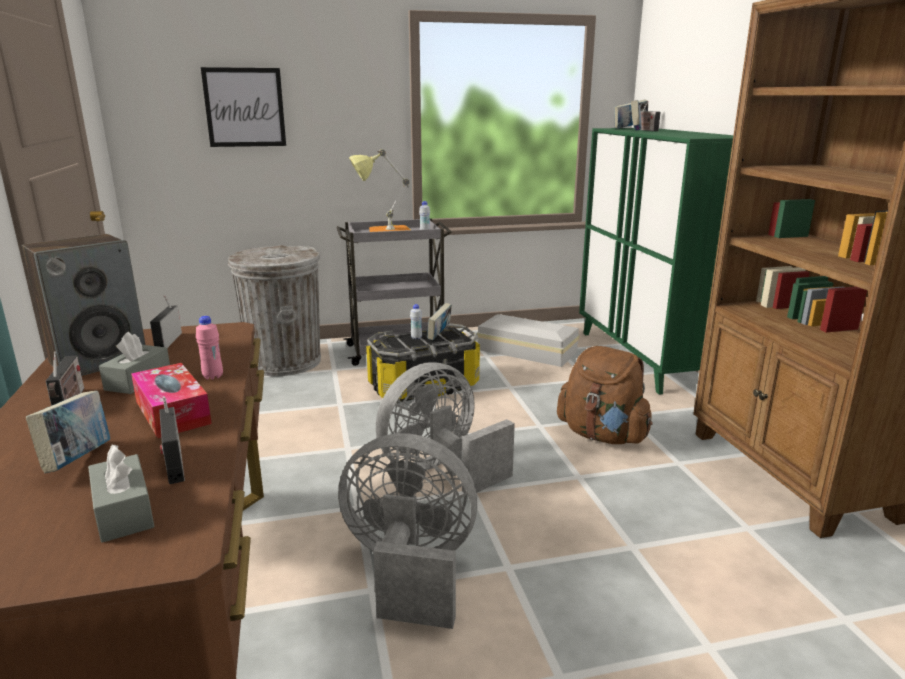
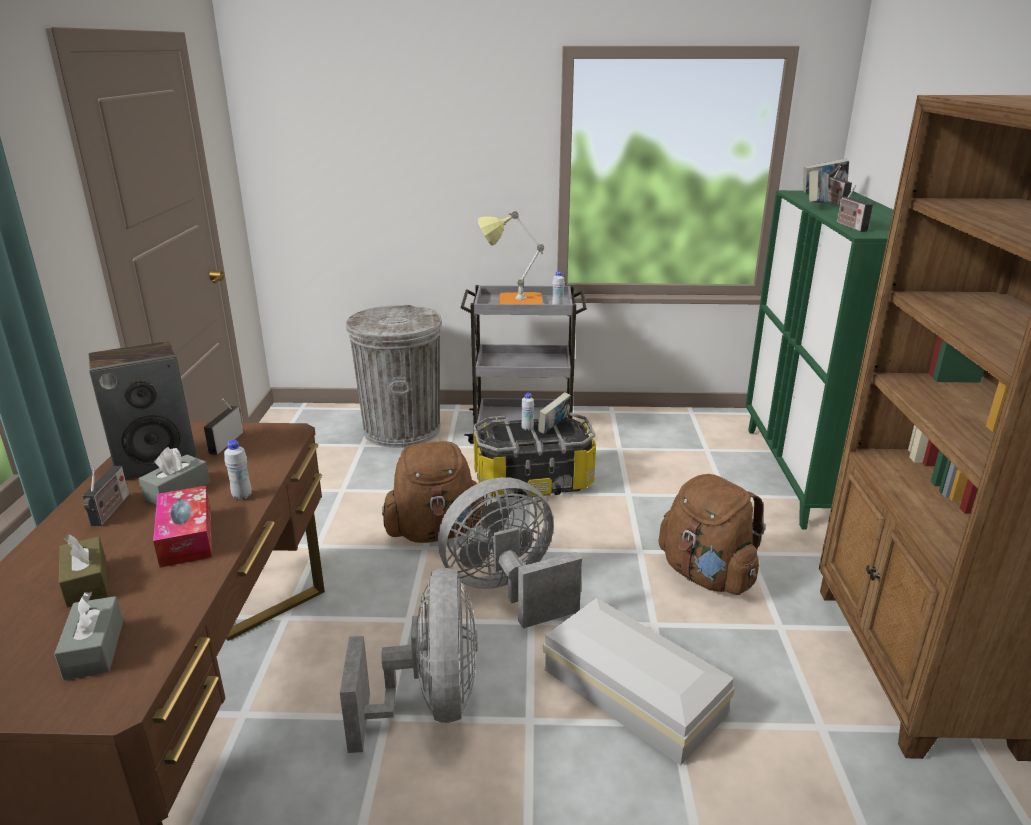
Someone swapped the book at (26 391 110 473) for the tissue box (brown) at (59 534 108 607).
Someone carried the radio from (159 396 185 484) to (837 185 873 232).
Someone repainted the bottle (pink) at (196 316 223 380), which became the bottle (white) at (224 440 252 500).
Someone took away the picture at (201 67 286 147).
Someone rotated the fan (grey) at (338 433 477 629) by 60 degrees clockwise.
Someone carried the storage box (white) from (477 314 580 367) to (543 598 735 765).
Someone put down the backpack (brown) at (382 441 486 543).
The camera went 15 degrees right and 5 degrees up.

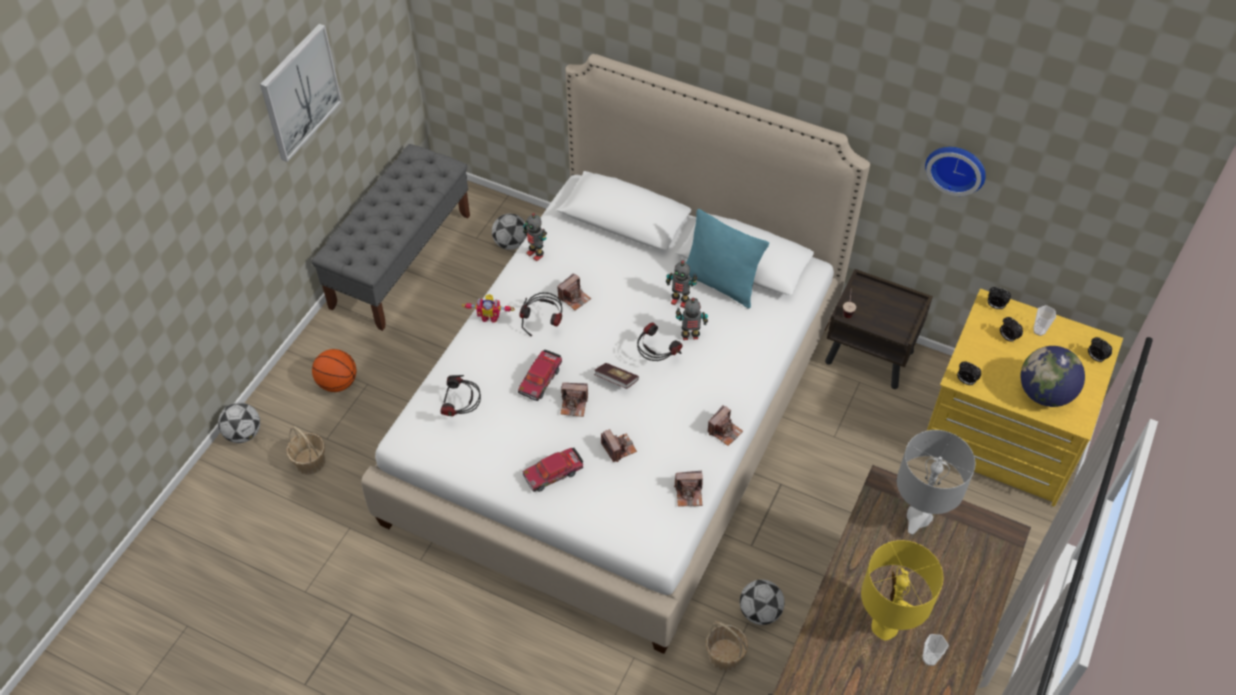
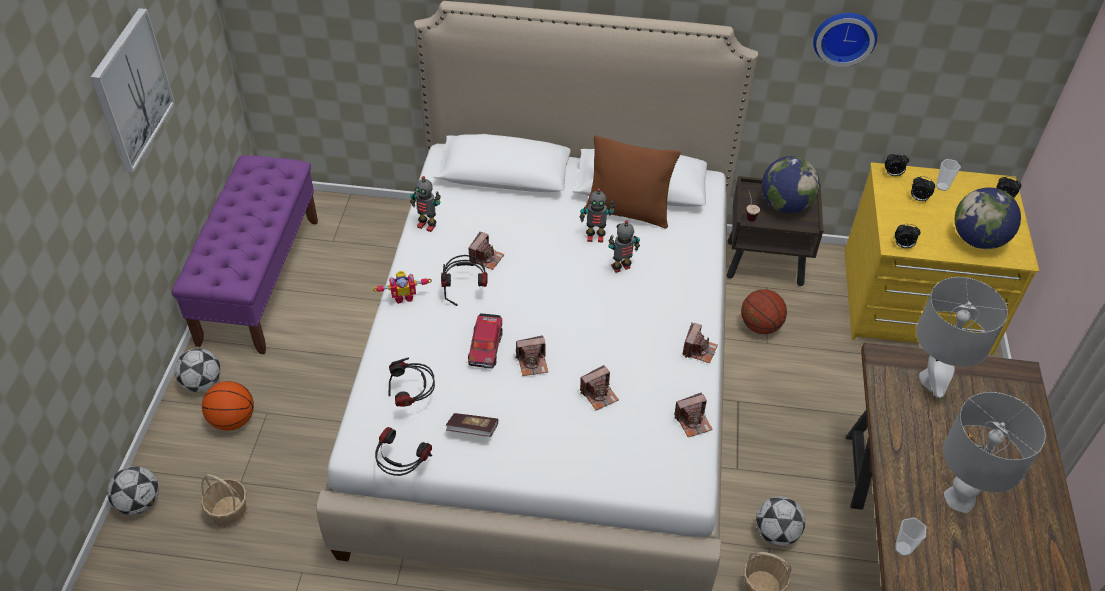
Someone repainted the bench (grey) at (311 144 470 331), which became the bench (purple) at (171 155 318 354).
Someone carried the football from (492 214 527 250) to (174 348 221 392).
Someone took away the toy car at (523 448 583 492).
Someone carried the book from (594 363 639 389) to (446 413 498 437).
Someone rotated the photo camera at (601 429 637 462) by 105 degrees clockwise.
Someone carried the headphones from (637 323 682 361) to (375 427 432 476).
Someone repainted the pillow (turquoise) at (686 209 769 309), which became the pillow (brown) at (585 135 680 228).
Someone repainted the table lamp (yellow) at (861 540 943 640), which became the table lamp (grey) at (943 392 1046 513).
Someone carried the cup from (922 634 949 666) to (895 517 926 556).
Someone put down the basketball at (741 289 787 334).
Someone put down the globe at (762 156 820 213).
The camera went 20 degrees left and 5 degrees down.

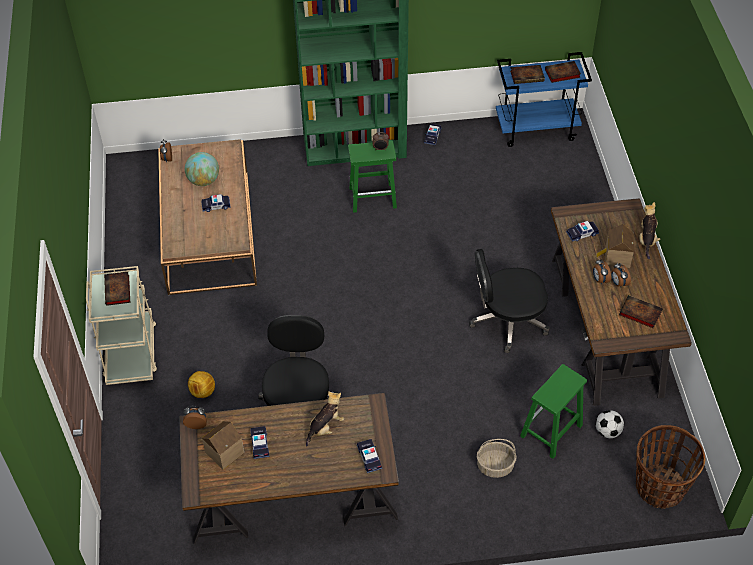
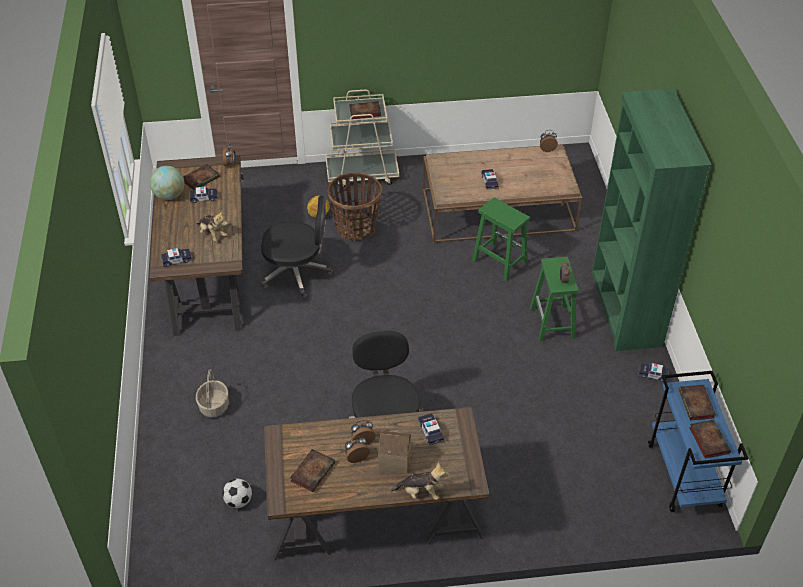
Someone carried the globe from (185 152 219 186) to (150 166 184 200).
Someone swapped the toy house at (202 421 244 470) for the book at (183 164 220 190).
Someone carried the stool (green) from (520 364 587 459) to (472 197 530 281).
Someone carried the basket from (636 425 705 509) to (328 172 382 241).
The camera went 90 degrees right and 5 degrees down.

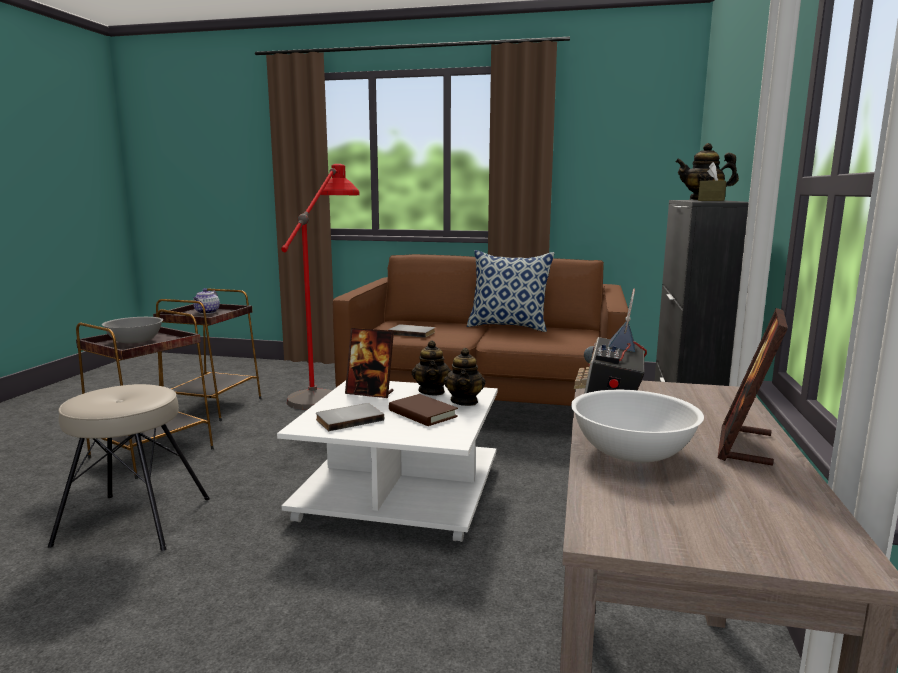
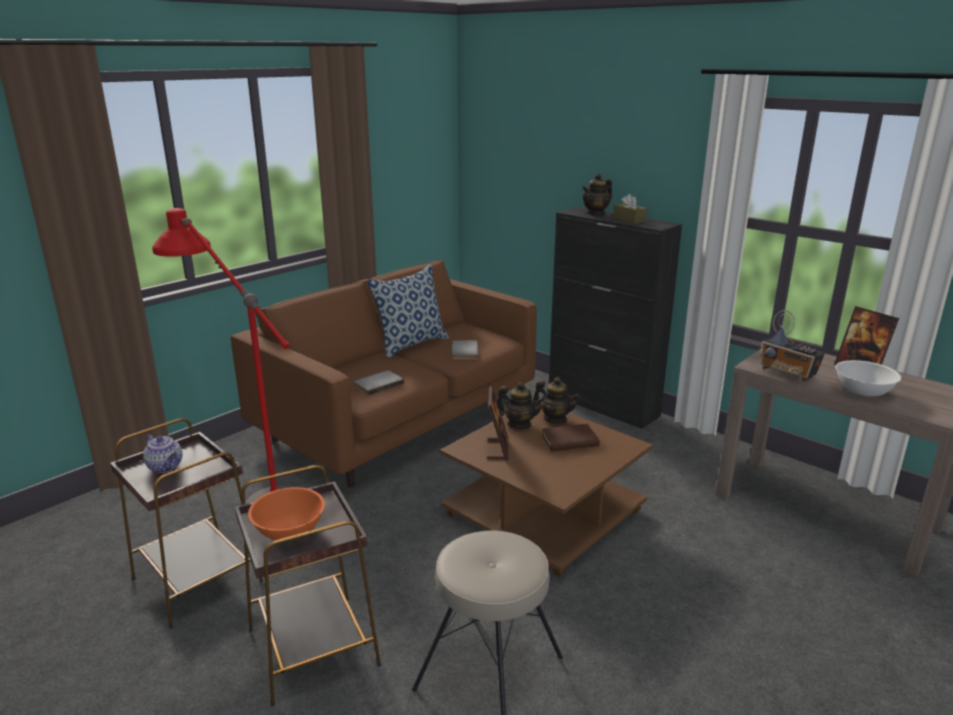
Someone repainted the bowl (grey) at (102 317 163 344), which became the bowl (orange) at (248 487 325 540).
Someone repainted the coffee table (white) at (277 380 498 542), which became the coffee table (brown) at (440 400 653 577).
Someone carried the book (grey) from (316 403 384 431) to (452 340 478 360).
Someone rotated the picture frame at (345 328 394 398) by 45 degrees counterclockwise.
The camera went 60 degrees left and 10 degrees up.

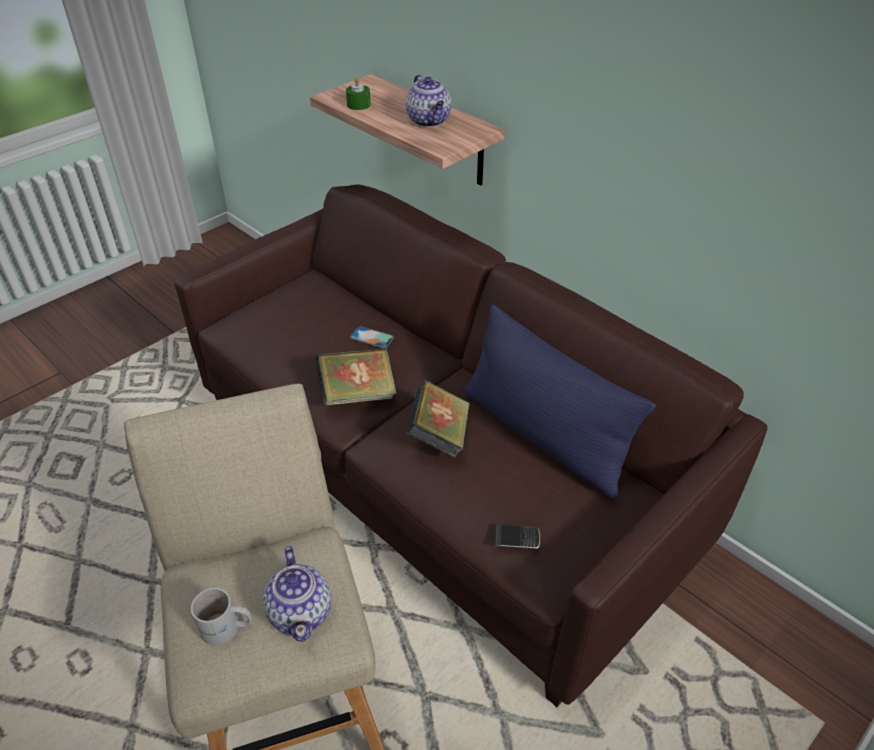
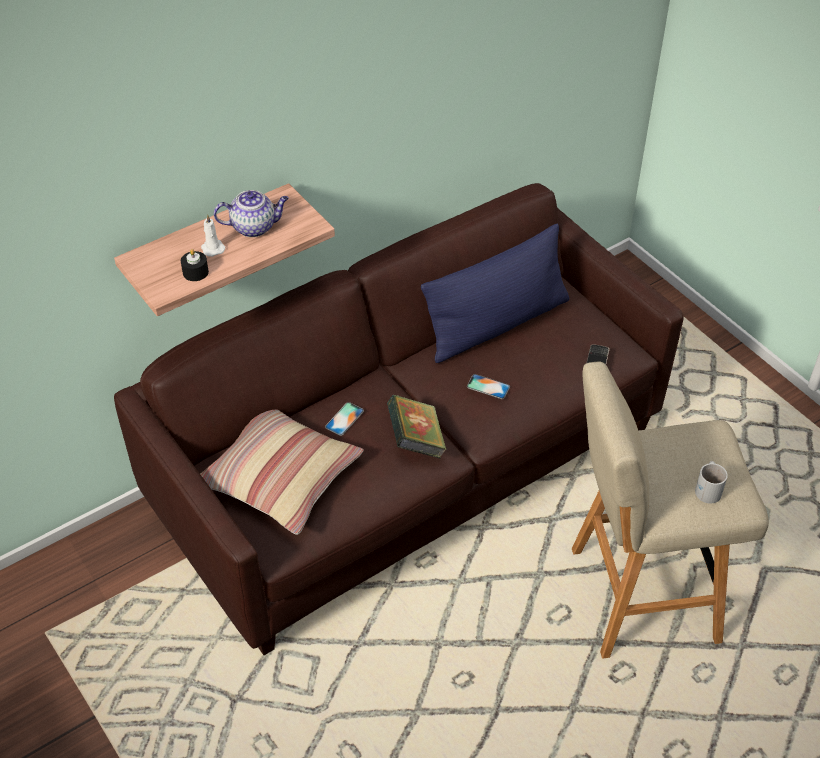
Someone took away the teapot at (263 546 331 642).
Someone repainted the candle (green) at (346 77 371 110), which became the candle (black) at (181 249 209 281).
Someone swapped the book at (406 380 469 458) for the phone at (467 374 510 399).
Someone put down the pillow at (200 410 364 535).
Someone put down the candle (white) at (201 214 225 257).
The camera went 80 degrees left and 5 degrees up.

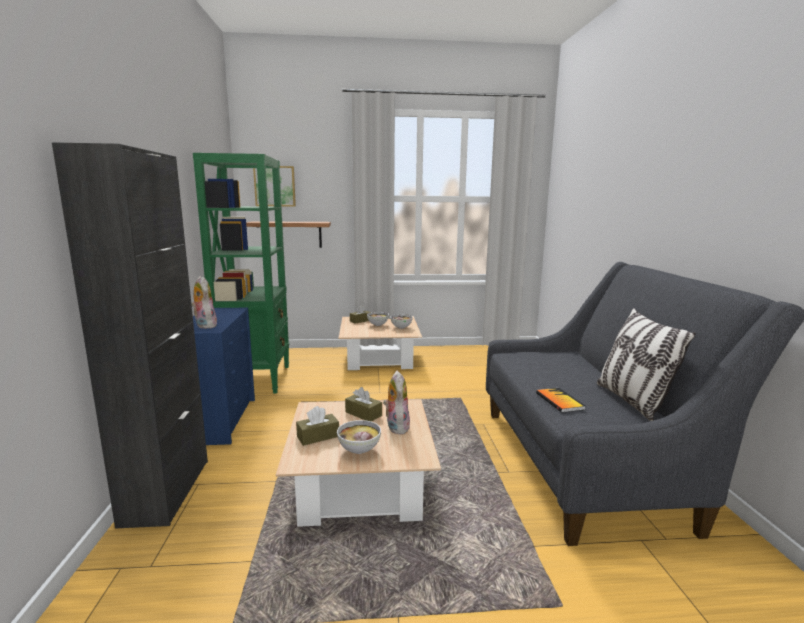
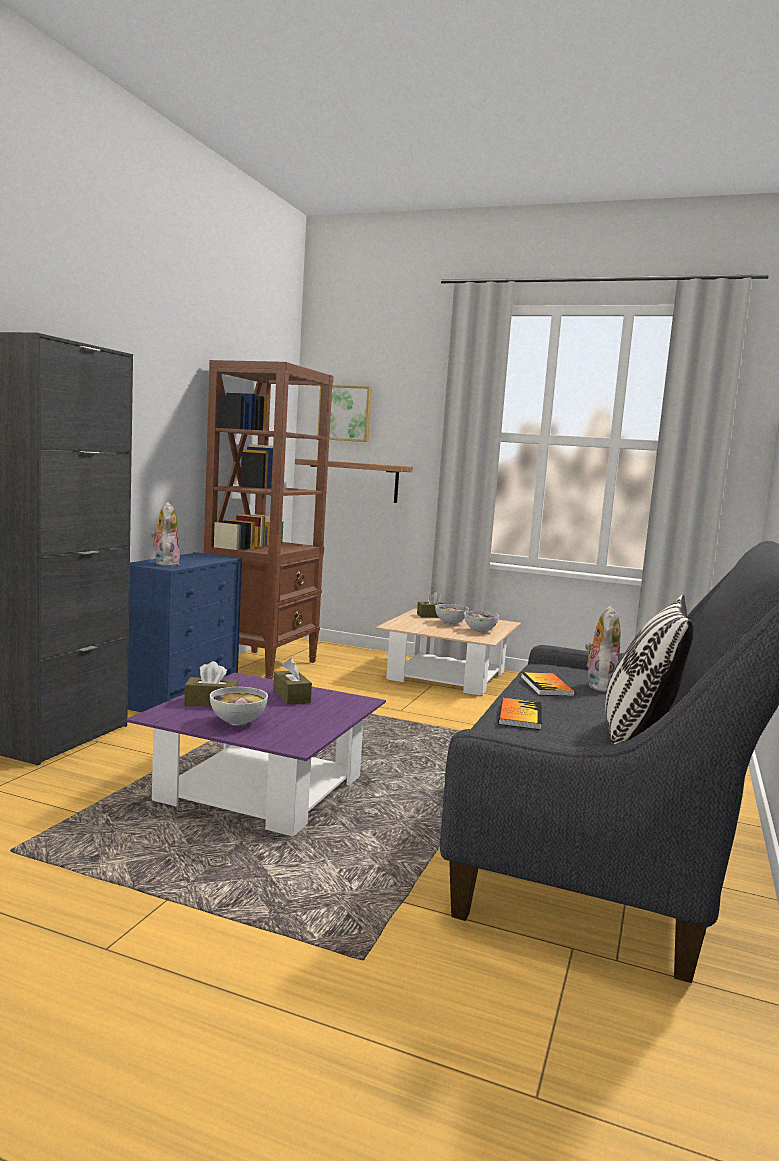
Someone repainted the bookcase (green) at (193 153 289 394), which became the bookcase (brown) at (204 360 334 679).
Someone repainted the coffee table (beige) at (276 399 441 527), which became the coffee table (purple) at (126 673 386 836).
Someone carried the plush toy from (383 371 410 434) to (585 606 621 692).
Someone put down the book at (521 672 575 696).
The camera went 25 degrees right and 5 degrees down.

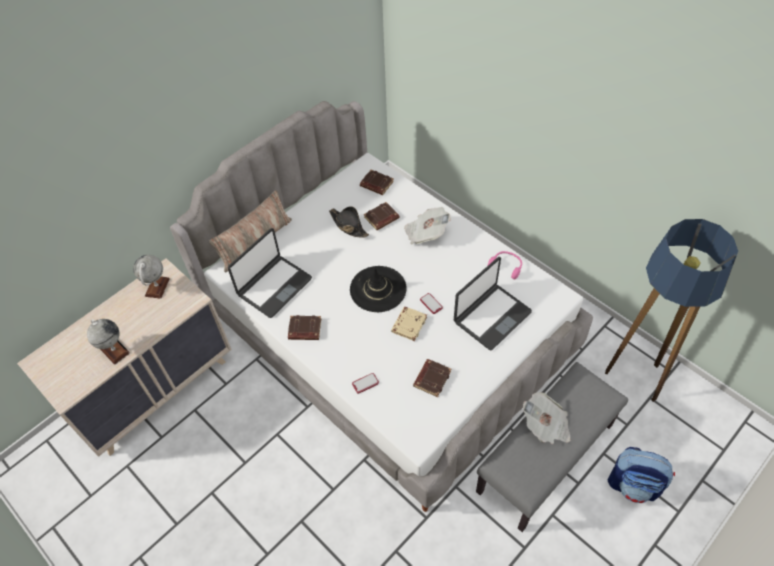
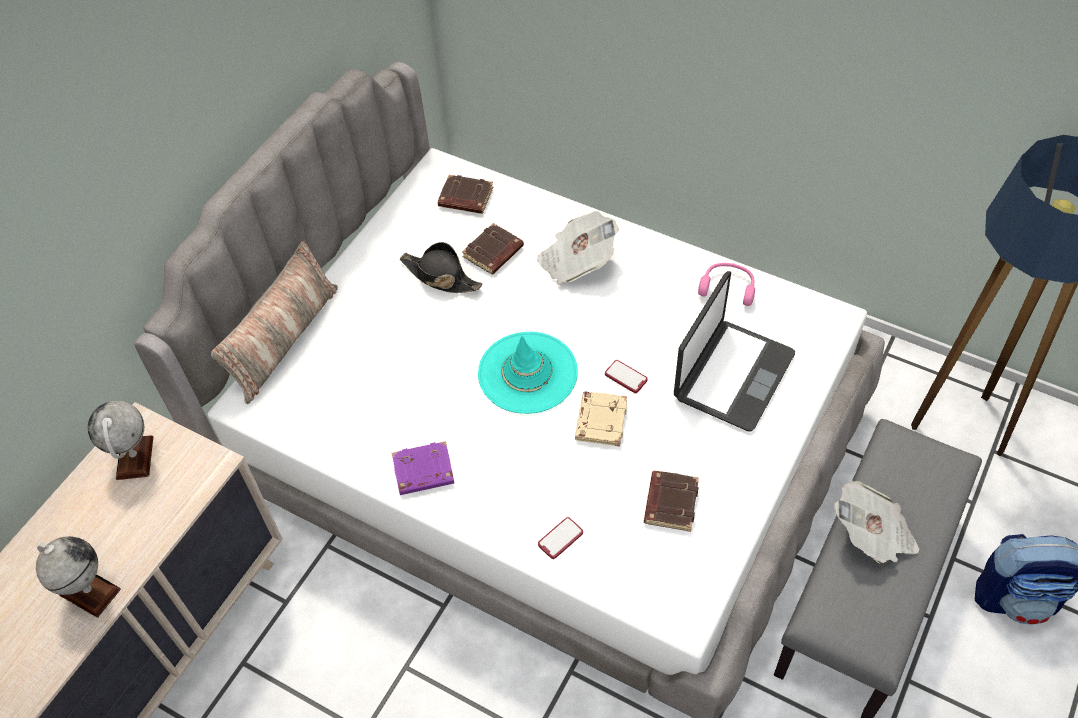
Someone took away the laptop at (228 228 312 318).
Someone repainted the book (brown) at (288 315 321 340), which became the book (purple) at (392 441 454 495).
Someone repainted the hat (black) at (350 266 407 312), which became the hat (turquoise) at (478 332 578 414).
The camera went 15 degrees left and 0 degrees up.

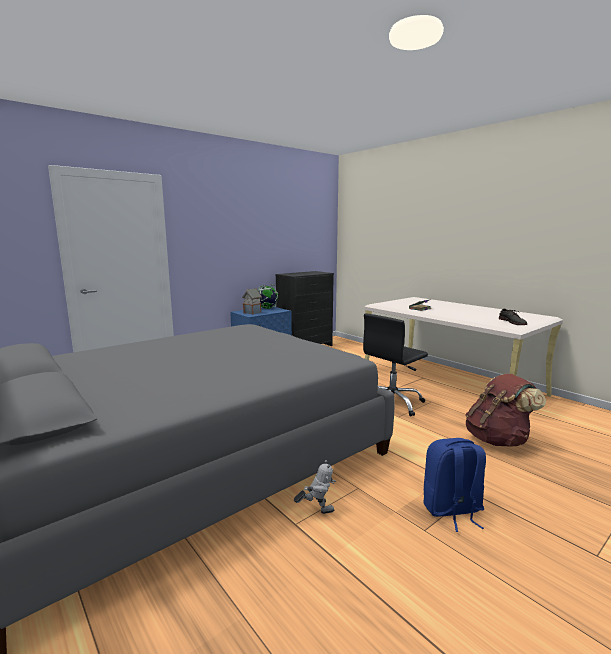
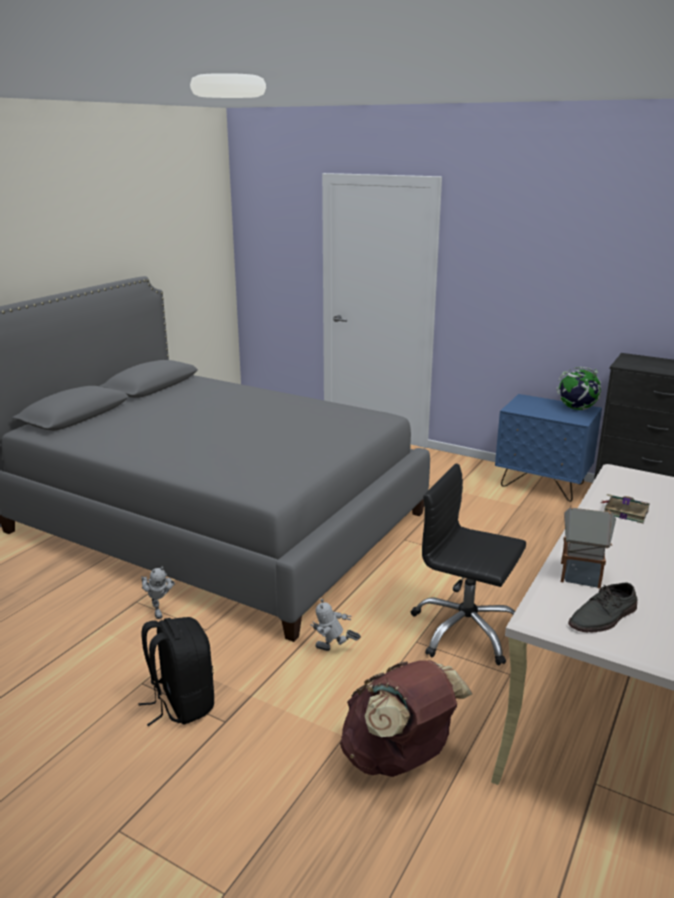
Someone carried the toy house from (242 288 262 315) to (561 505 616 589).
Someone repainted the backpack (blue) at (423 438 486 532), which became the backpack (black) at (138 617 214 726).
Someone put down the toy robot at (310 599 361 651).
The camera went 70 degrees right and 10 degrees up.

